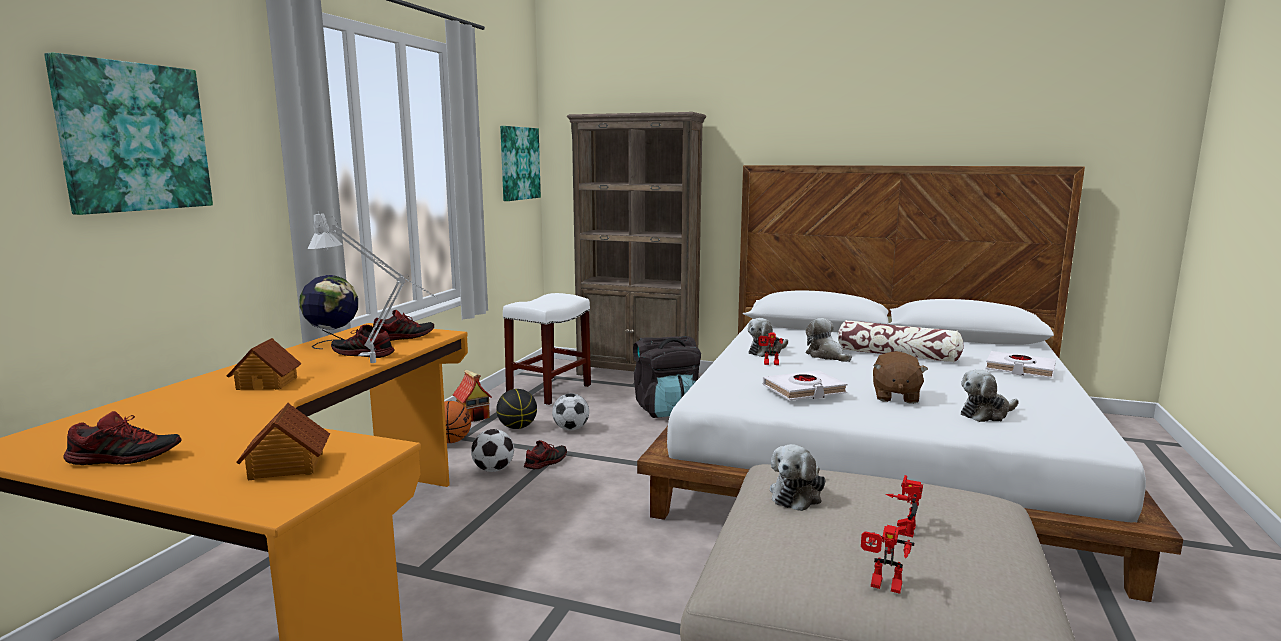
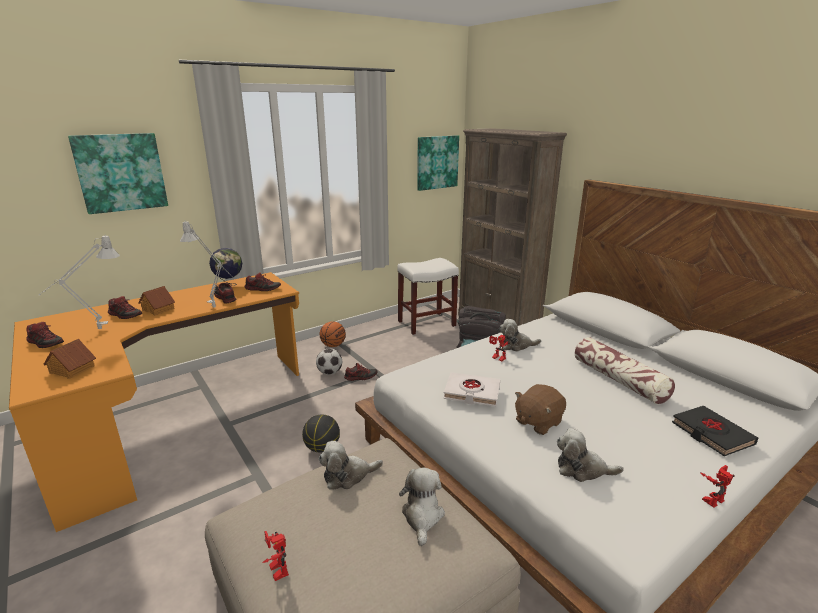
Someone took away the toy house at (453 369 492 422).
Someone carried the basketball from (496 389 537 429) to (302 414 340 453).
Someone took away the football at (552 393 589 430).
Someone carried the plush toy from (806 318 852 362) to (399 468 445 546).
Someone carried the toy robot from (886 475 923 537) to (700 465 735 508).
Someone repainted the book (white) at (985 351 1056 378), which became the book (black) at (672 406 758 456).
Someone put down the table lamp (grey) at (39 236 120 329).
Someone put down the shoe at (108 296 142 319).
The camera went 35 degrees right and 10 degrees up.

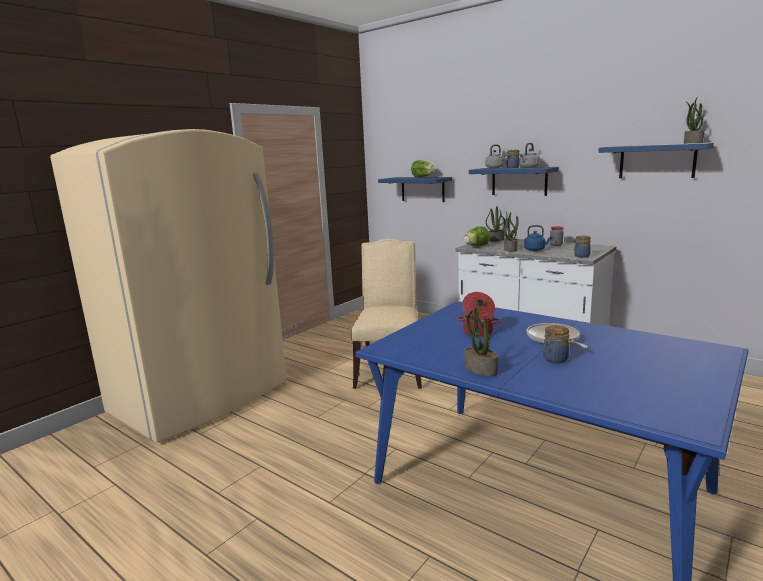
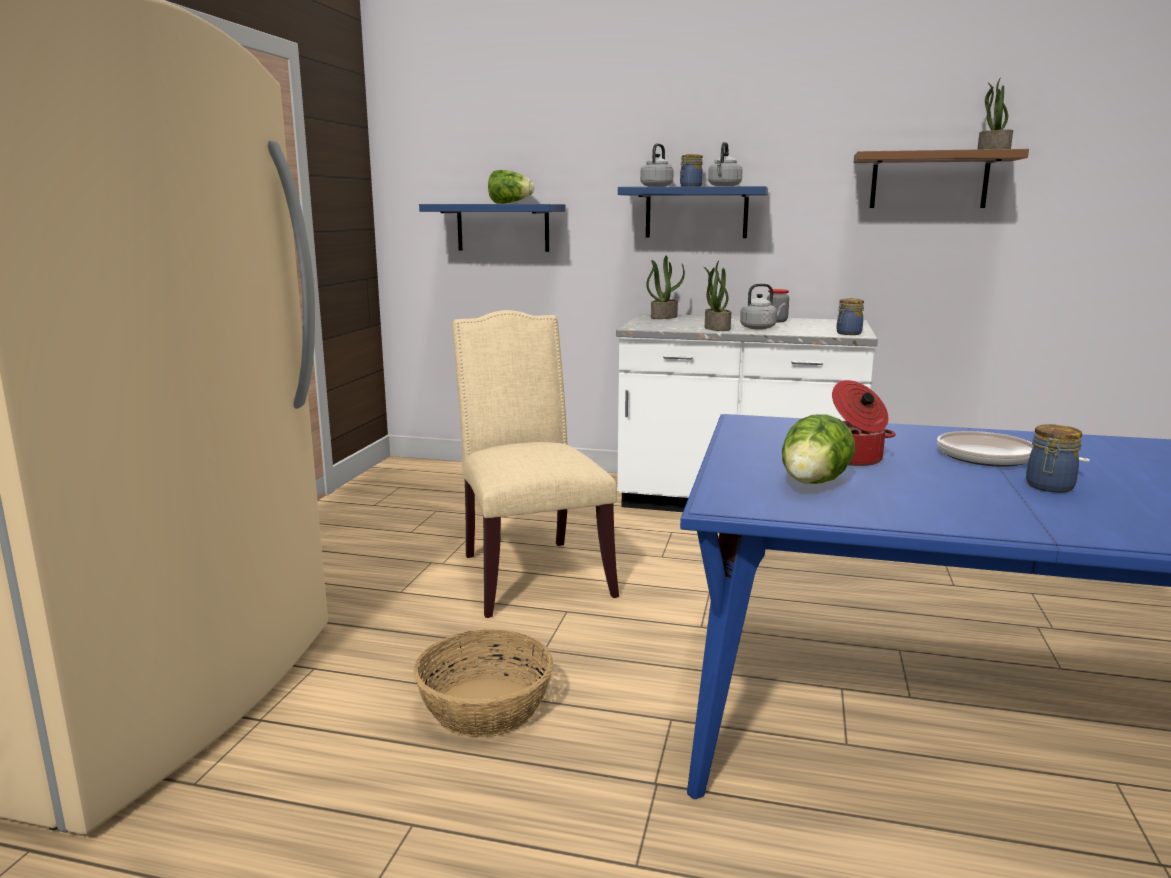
Someone carried the lettuce from (464 227 490 246) to (782 415 855 484).
Someone took away the potted plant at (464 304 498 376).
Someone repainted the kettle (blue) at (524 225 552 251), which became the kettle (grey) at (740 284 786 330).
Someone repainted the shelf (blue) at (598 143 714 178), which became the shelf (brown) at (854 149 1029 208).
Someone put down the basket at (413 629 553 737).
The camera went 25 degrees left and 0 degrees up.

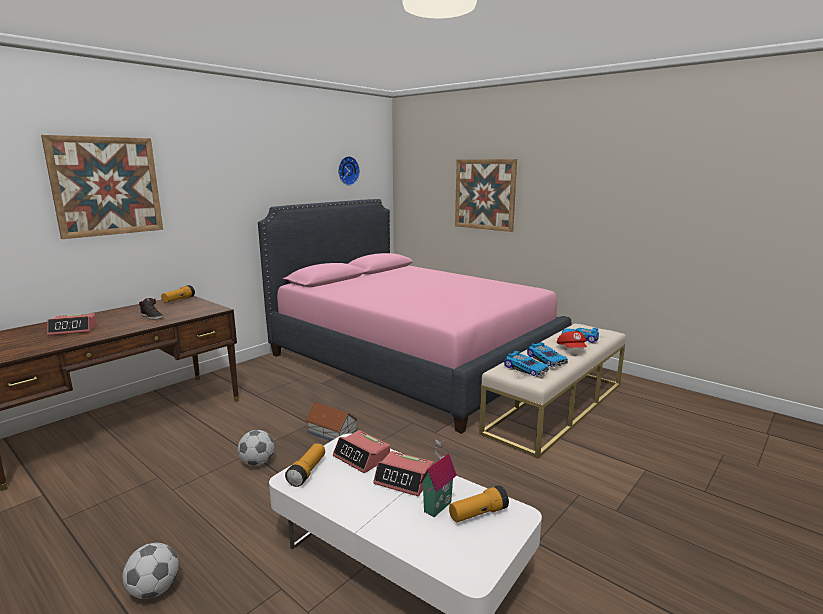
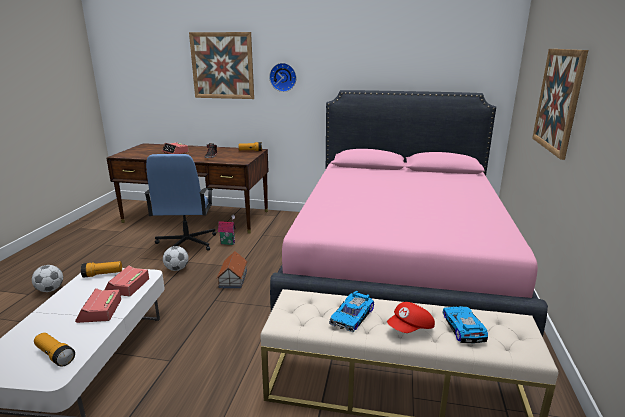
Someone carried the wall clock from (338 156 360 185) to (269 63 296 92).
Someone carried the toy house from (419 439 457 517) to (218 215 236 245).
Someone took away the toy car at (504 351 549 377).
Someone put down the office chair (blue) at (144 154 216 251).
The camera went 60 degrees right and 5 degrees up.

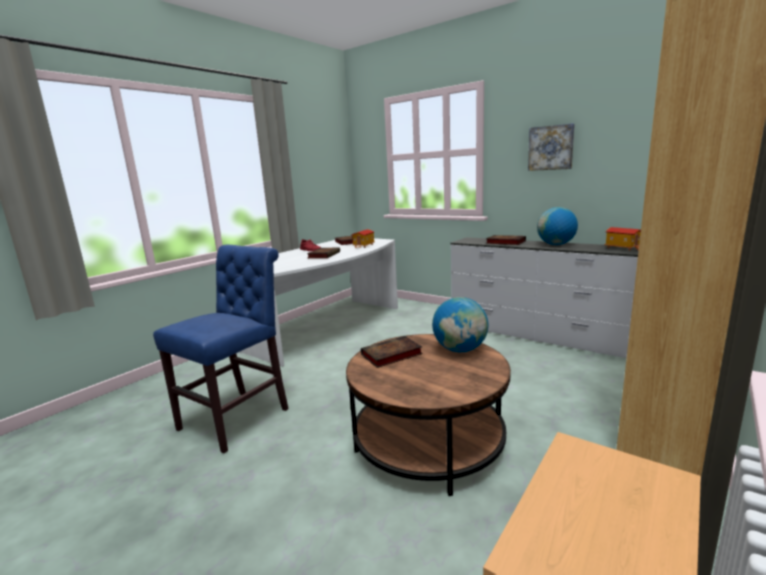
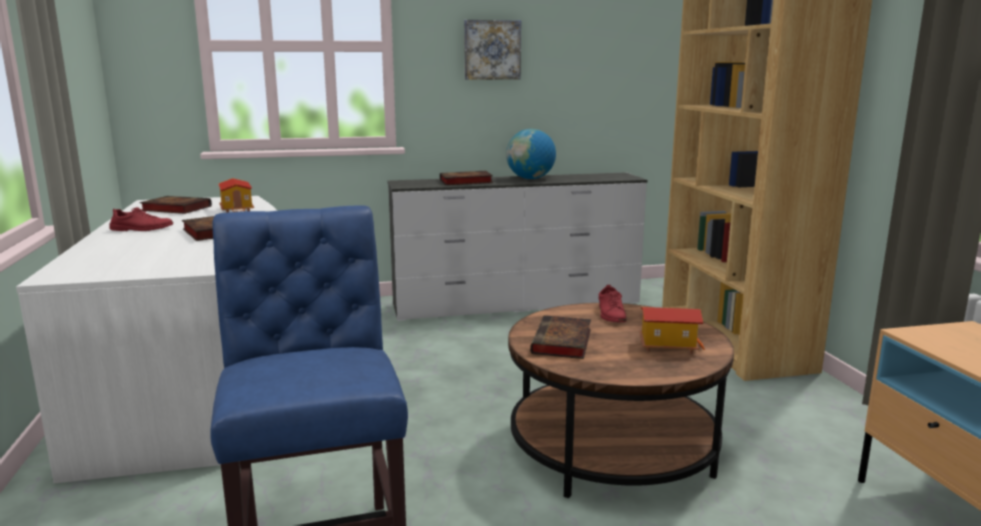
Someone swapped the globe at (432 297 488 353) for the shoe (red) at (599 285 627 322).
Someone carried the toy house from (604 227 641 251) to (639 307 705 354).
The camera went 50 degrees left and 0 degrees up.

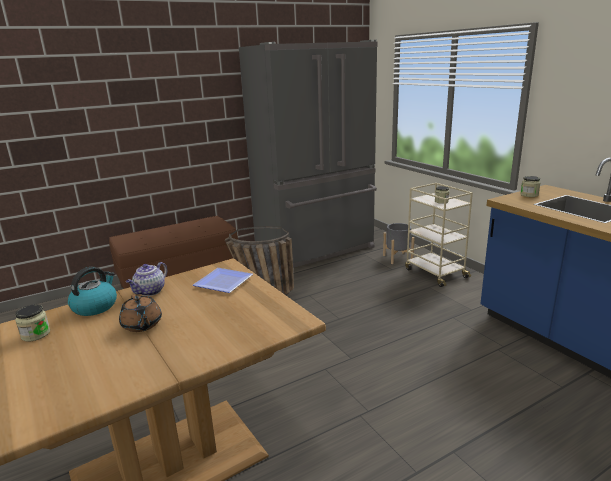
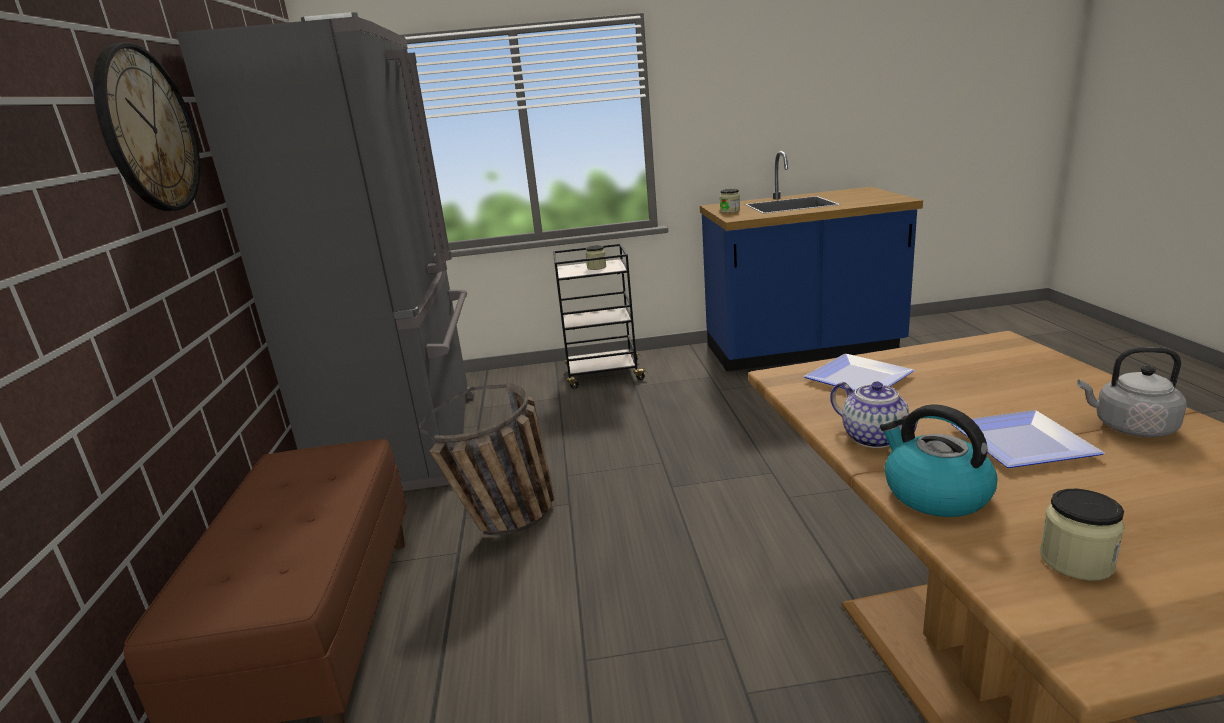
Someone swapped the teapot (brown) at (119 295 162 332) for the plate at (951 410 1105 468).
Someone took away the planter (grey) at (383 223 414 264).
Someone repainted the cart (beige) at (405 183 473 287), which became the cart (black) at (553 244 648 389).
Someone put up the wall clock at (93 42 200 211).
Someone put down the kettle (grey) at (1077 347 1187 437).
The camera went 65 degrees left and 0 degrees up.

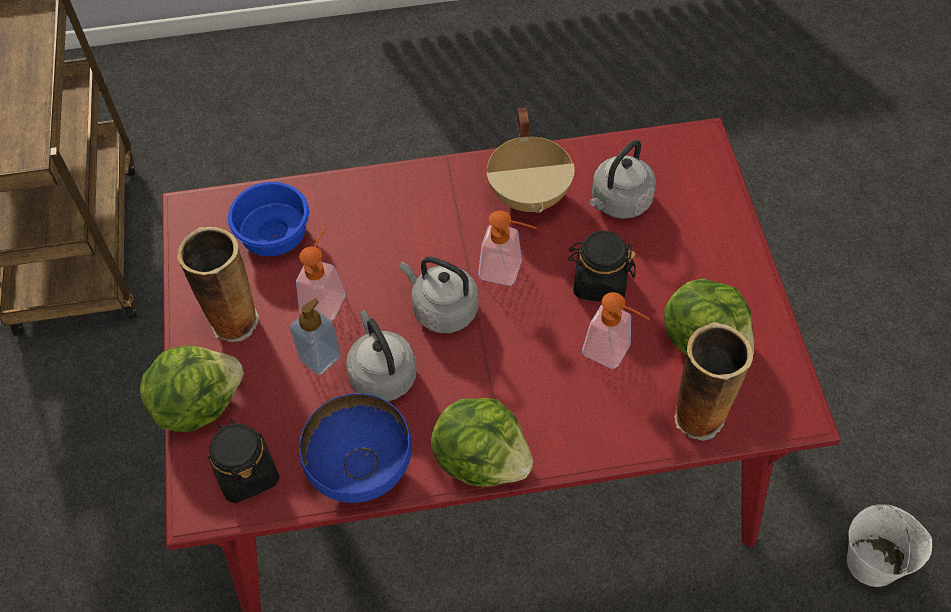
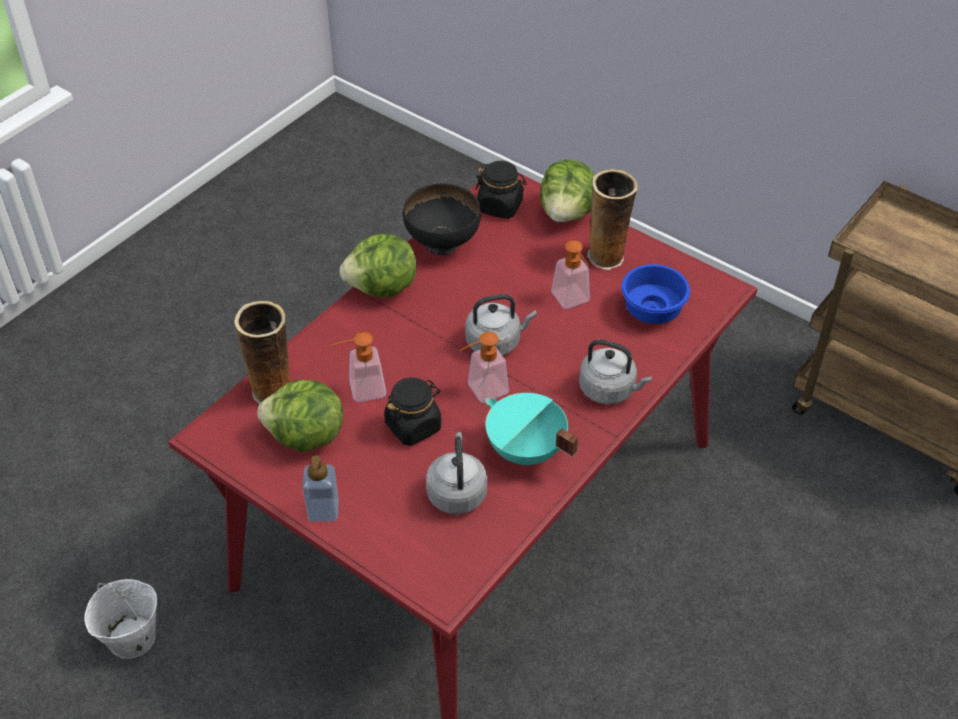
Someone carried the soap dispenser from (289 299 341 375) to (302 455 339 522).
Someone repainted the bowl (blue) at (299 393 412 503), which became the bowl (black) at (403 183 481 255).
Someone carried the kettle (grey) from (346 310 417 401) to (579 339 652 405).
Someone repainted the cooking pot (beige) at (486 107 575 213), which became the cooking pot (turquoise) at (485 393 579 465).
The camera went 135 degrees right and 10 degrees down.

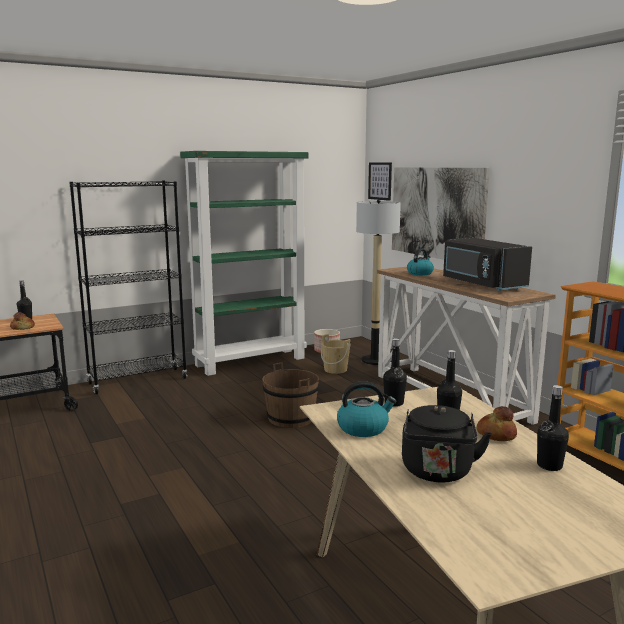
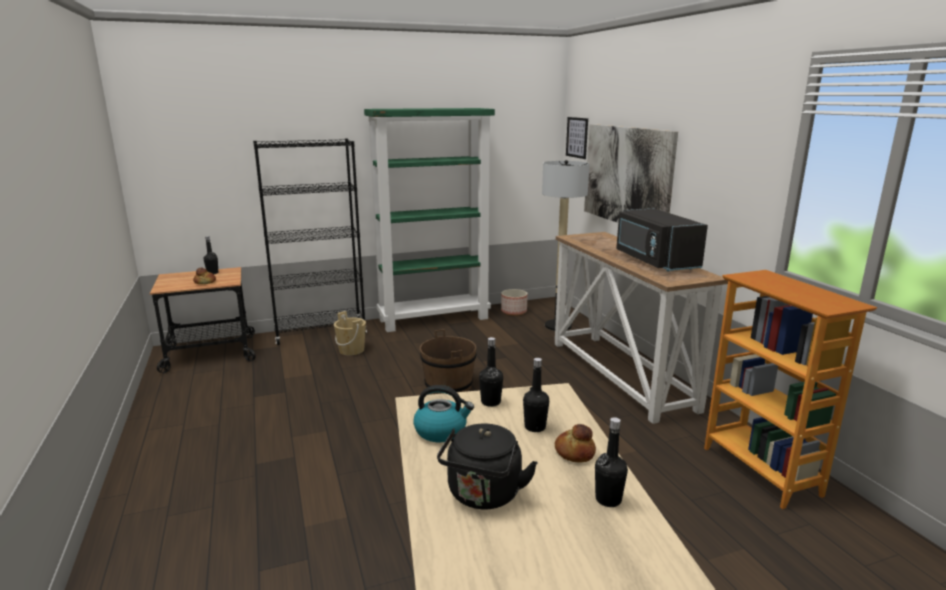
Someone carried the bucket (beige) from (321 334 350 374) to (334 311 366 356).
Someone took away the kettle at (407 248 434 275).
The camera went 10 degrees right and 5 degrees up.

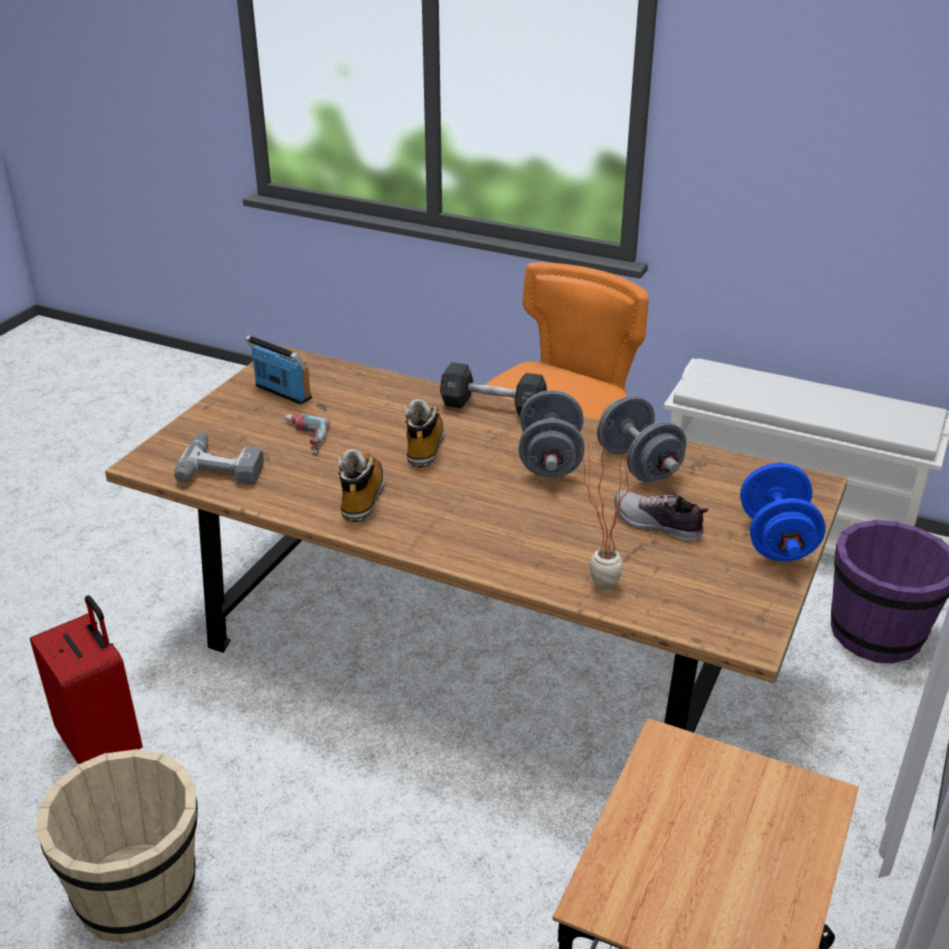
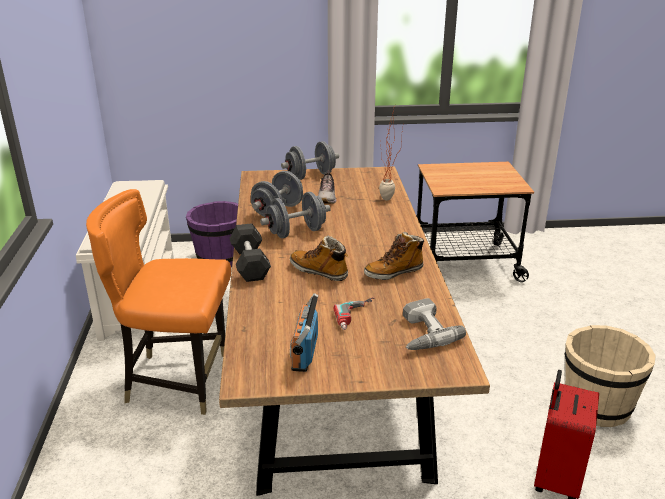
Someone rotated the boot at (405 399 445 467) by 60 degrees clockwise.
Someone repainted the dumbbell (blue) at (740 463 826 561), which became the dumbbell (grey) at (281 141 339 180).
The camera went 120 degrees left and 5 degrees down.

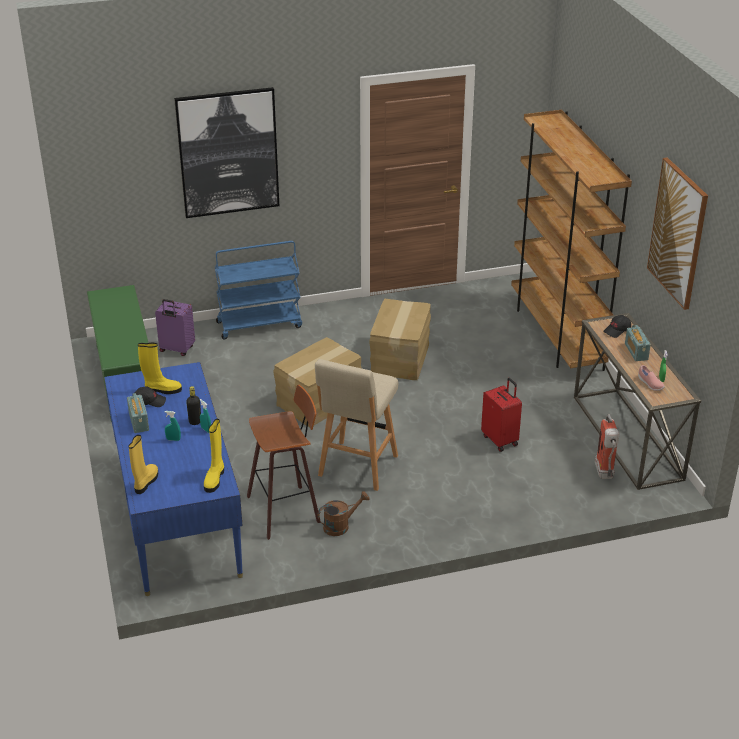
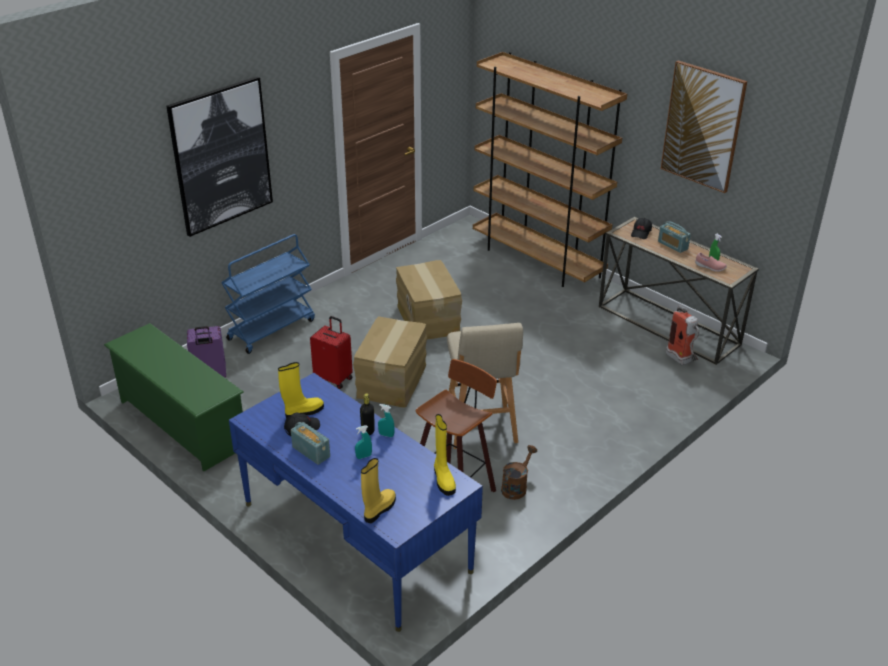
Someone rotated the boot (yellow) at (128 435 158 494) by 45 degrees clockwise.
Someone carried the suitcase (red) from (481 378 522 452) to (310 316 353 389).
The camera went 30 degrees left and 0 degrees up.

